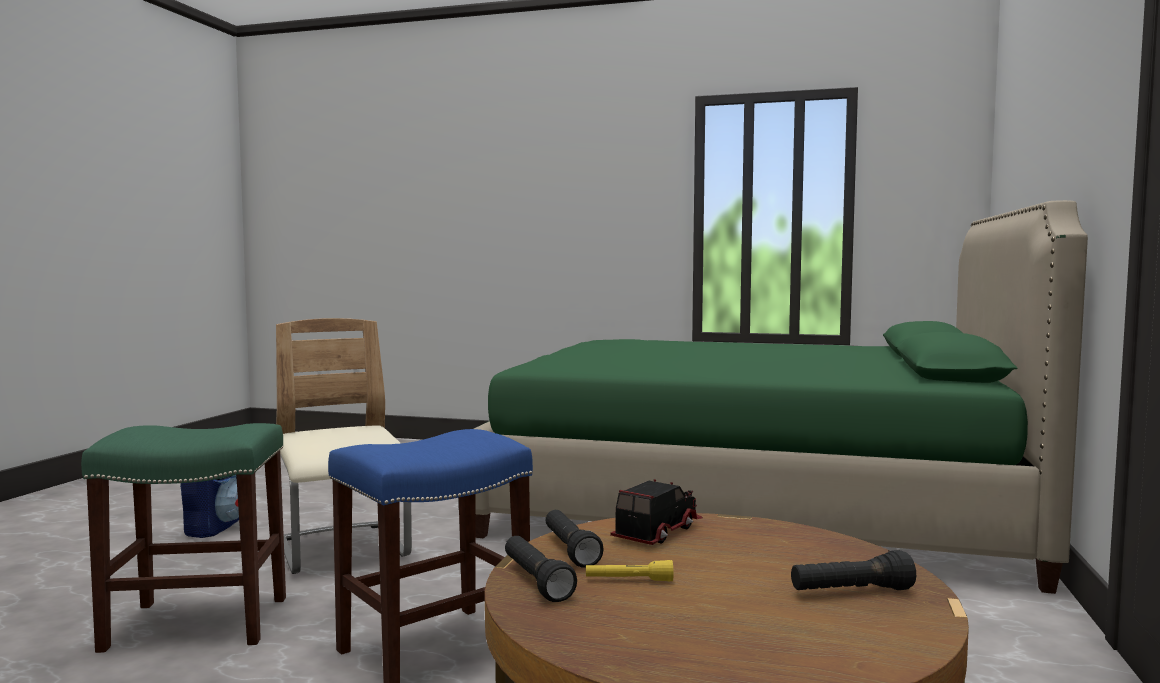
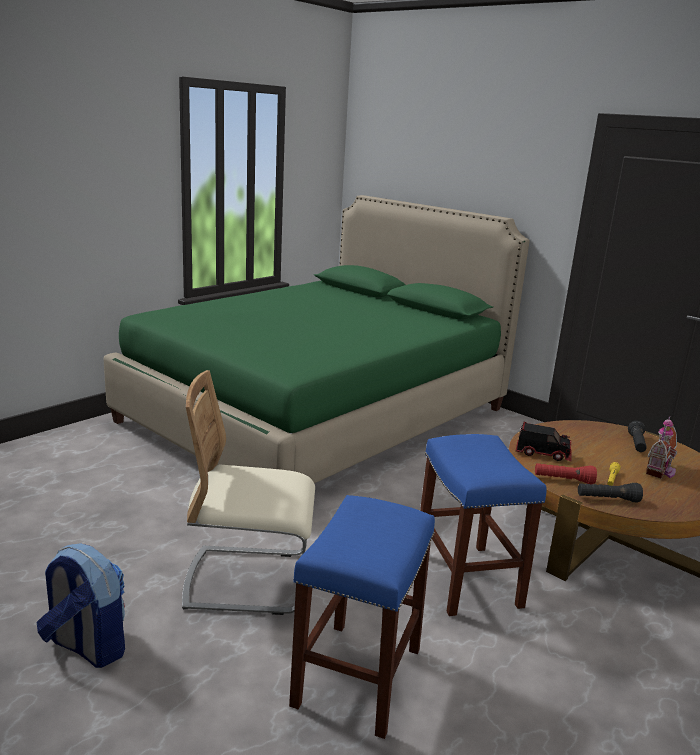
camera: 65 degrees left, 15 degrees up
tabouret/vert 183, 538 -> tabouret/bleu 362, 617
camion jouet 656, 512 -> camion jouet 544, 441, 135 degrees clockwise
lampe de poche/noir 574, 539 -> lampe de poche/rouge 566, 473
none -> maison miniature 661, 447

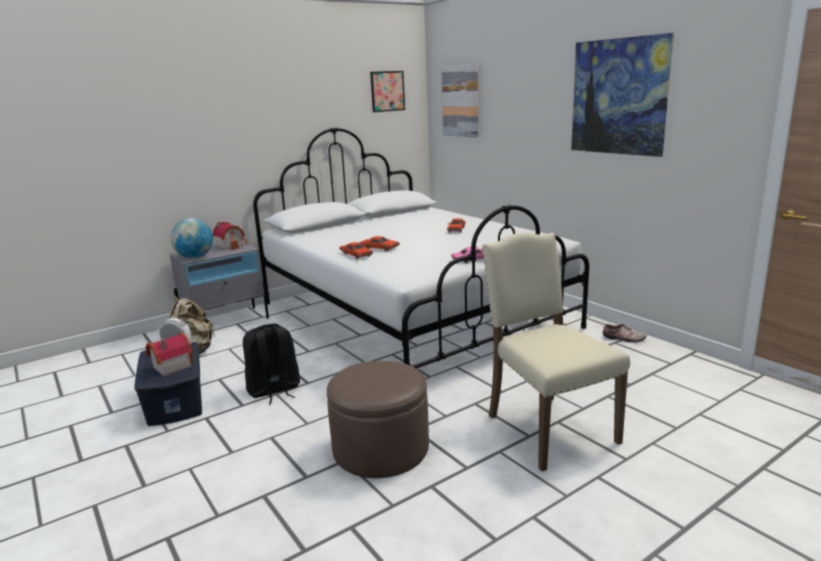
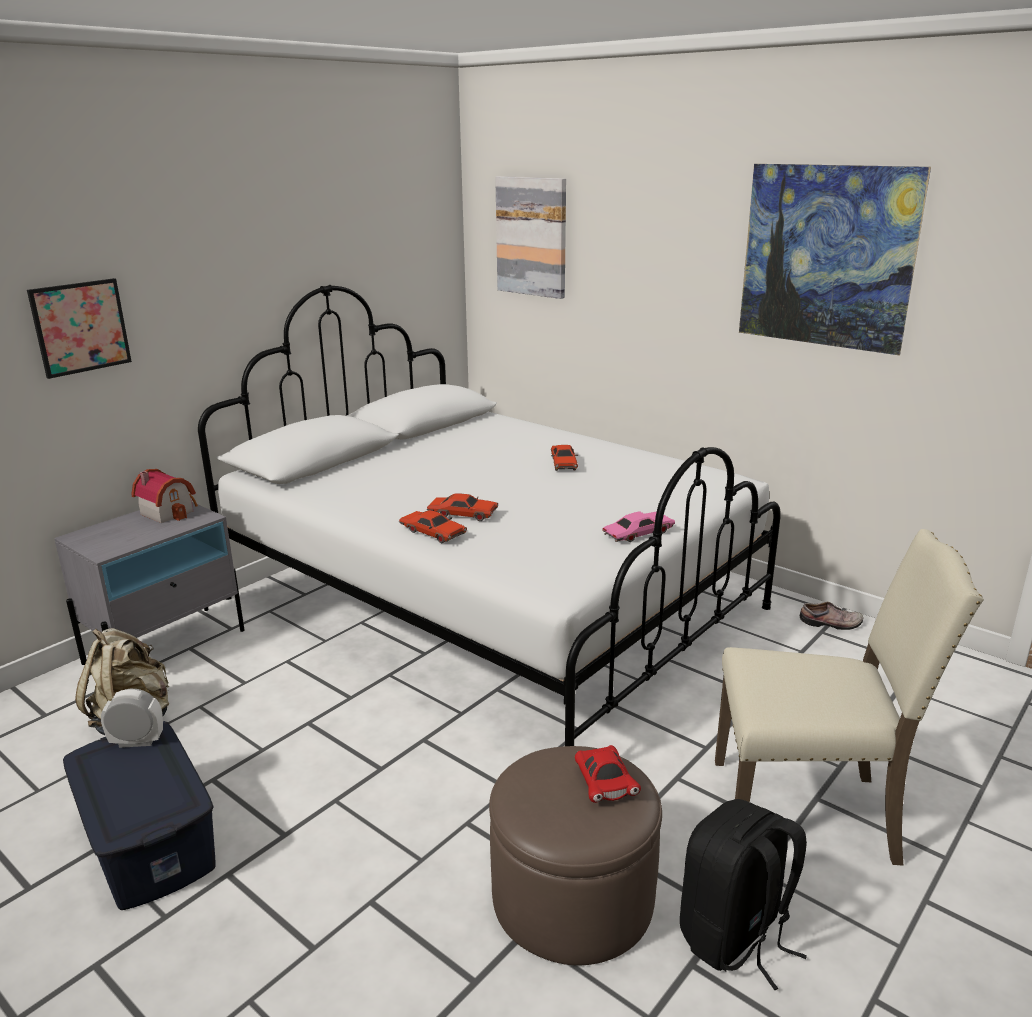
camera: 15 degrees left, 5 degrees up
tableau 387, 91 -> tableau 79, 328, relocated
globe 192, 238 -> none
chaise/beige 556, 351 -> chaise/beige 849, 697, 135 degrees clockwise
sac à dos/noir 271, 364 -> sac à dos/noir 743, 894, relocated
maison miniature 169, 354 -> none
none -> petite voiture/rouge 608, 774

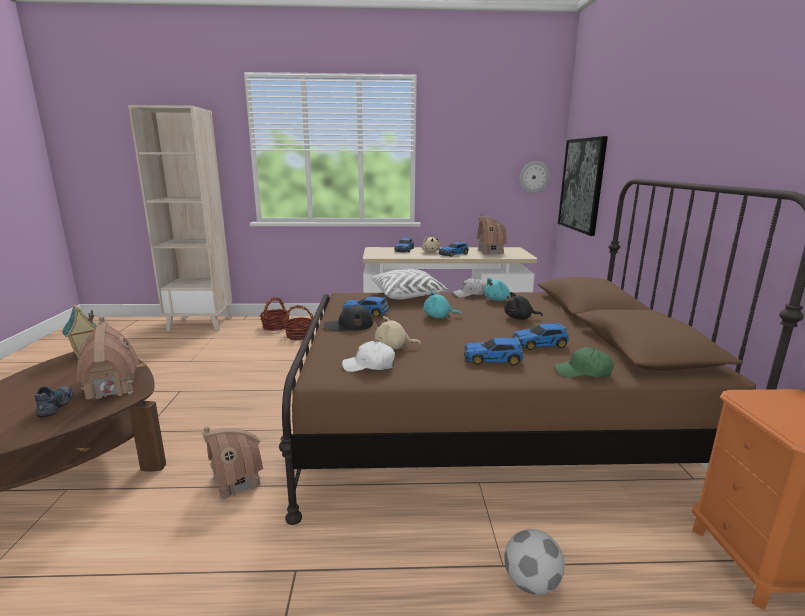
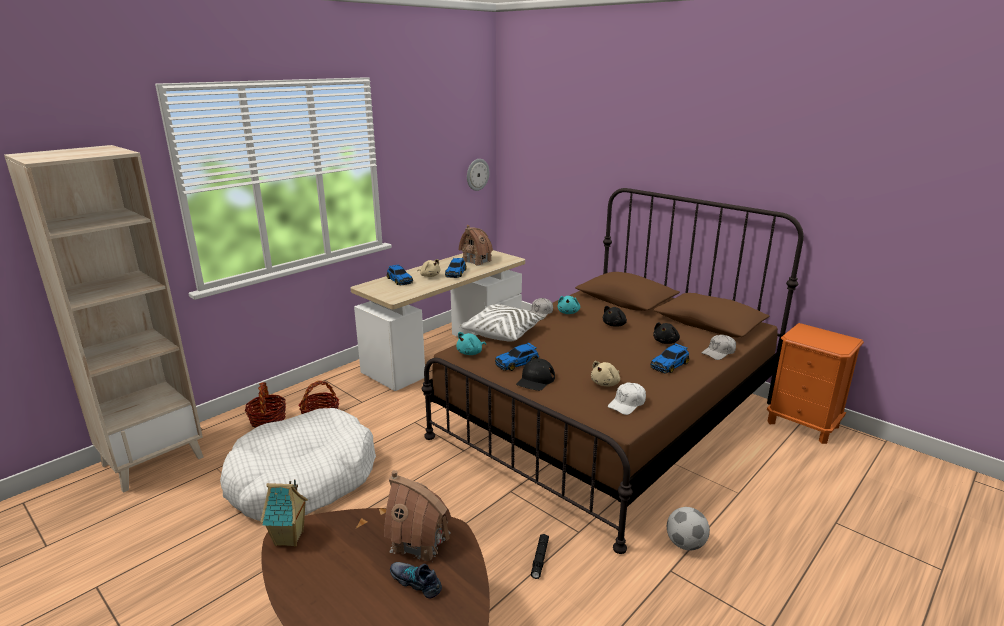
camera: 45 degrees left, 5 degrees up
tableau 583, 186 -> none
peluche/turquoise 442, 304 -> peluche/turquoise 471, 343, relocated
petite voiture 540, 336 -> peluche/noir 666, 333
casquette/vert 584, 362 -> casquette/blanc 719, 347
maison miniature 232, 463 -> lampe de poche/noir 540, 556
ballon de foot 534, 562 -> ballon de foot 688, 529, relocated
none -> panier pour chien/blanc 298, 464

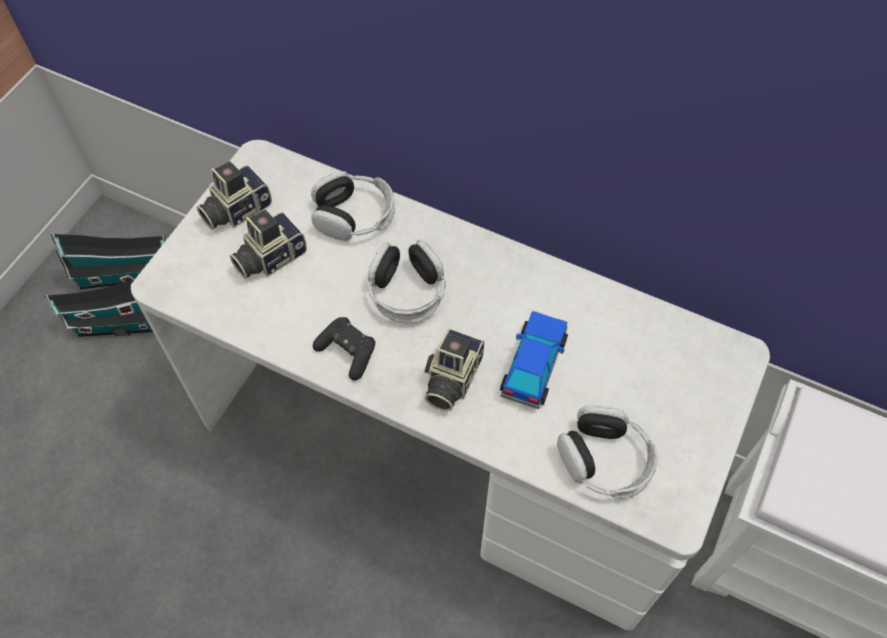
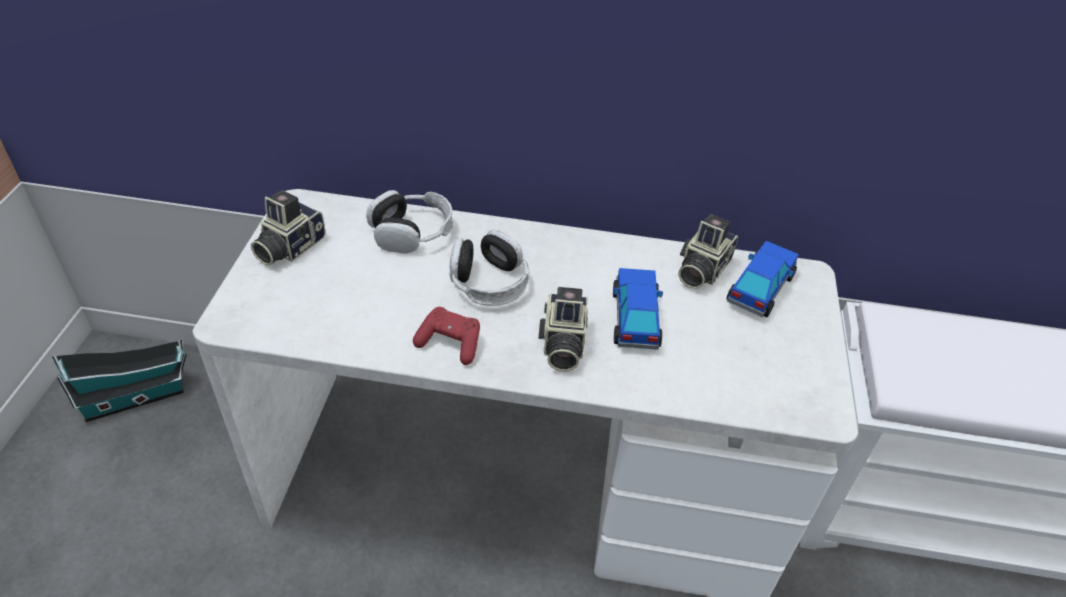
camera: 20 degrees left, 15 degrees down
appareil photo 268, 244 -> appareil photo 708, 251, relocated
maison miniature 98, 308 -> none
manette/noir 344, 349 -> manette/rouge 446, 336
casque audio 607, 452 -> none
none -> petite voiture 763, 279

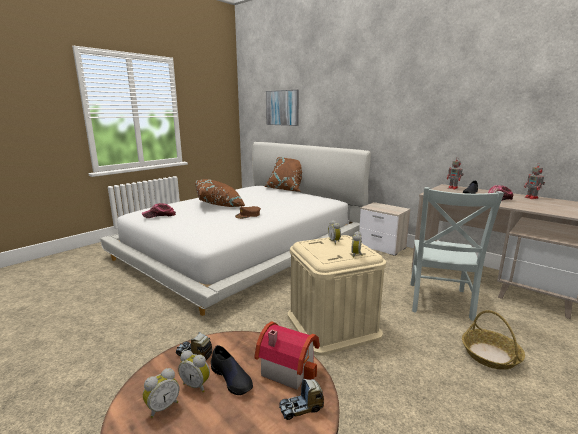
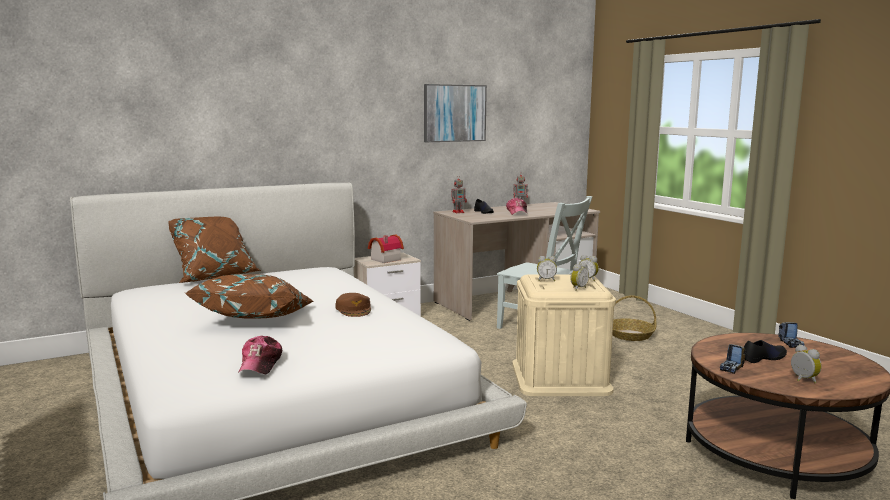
camera: 70 degrees left, 5 degrees down
tableau 282, 108 -> tableau 455, 113, relocated
maison miniature 287, 355 -> maison miniature 386, 248, relocated
réveil 194, 371 -> réveil 579, 276, relocated

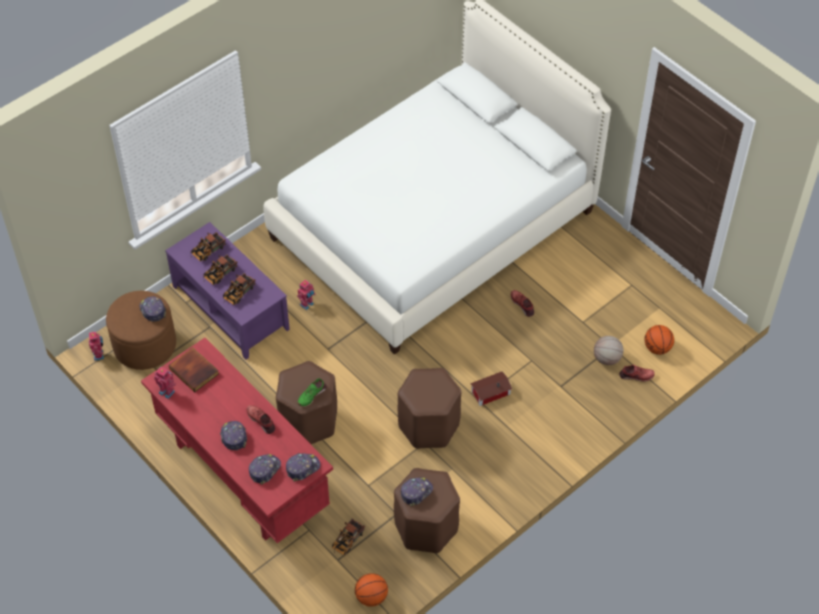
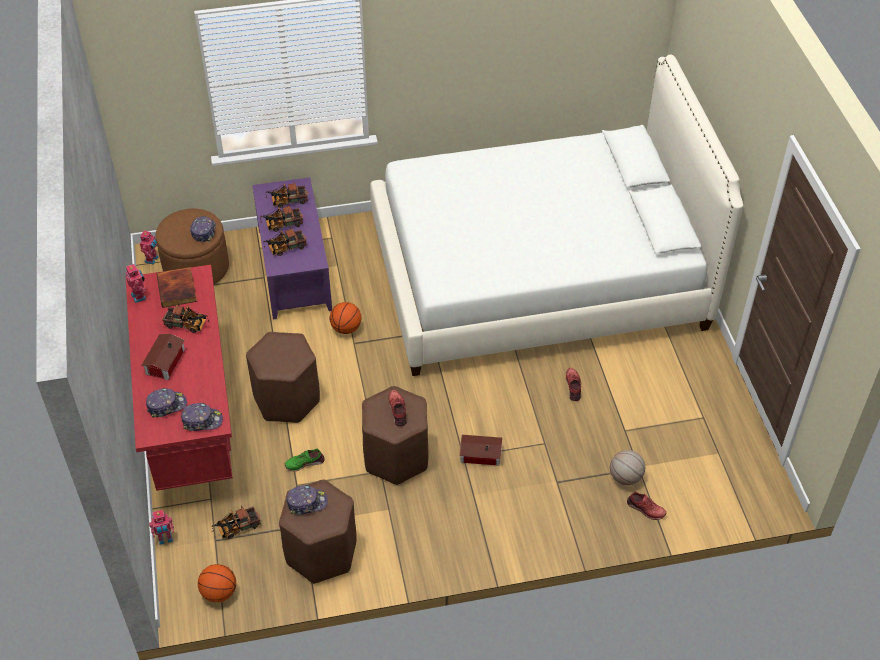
camera: 30 degrees right, 5 degrees down
robot jouet 306, 295 -> robot jouet 161, 527, relocated
ballon de basket 659, 340 -> ballon de basket 346, 318, relocated
chaussure/vert 311, 393 -> chaussure/vert 305, 460, relocated
chaussure/rouge 261, 419 -> chaussure/rouge 398, 408, relocated
casquette 233, 436 -> maison miniature 163, 357
none -> camion jouet 185, 318

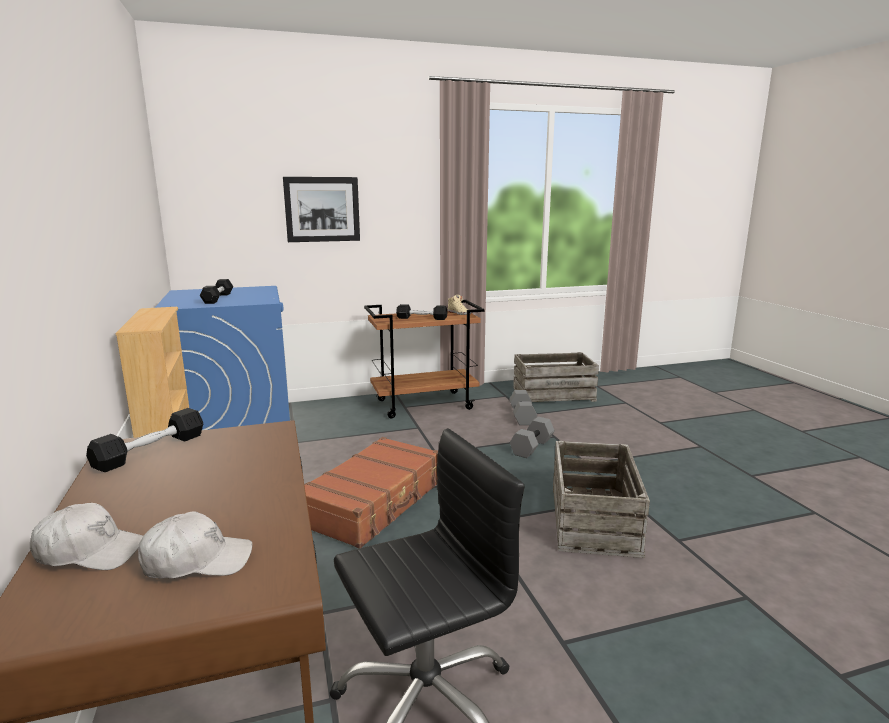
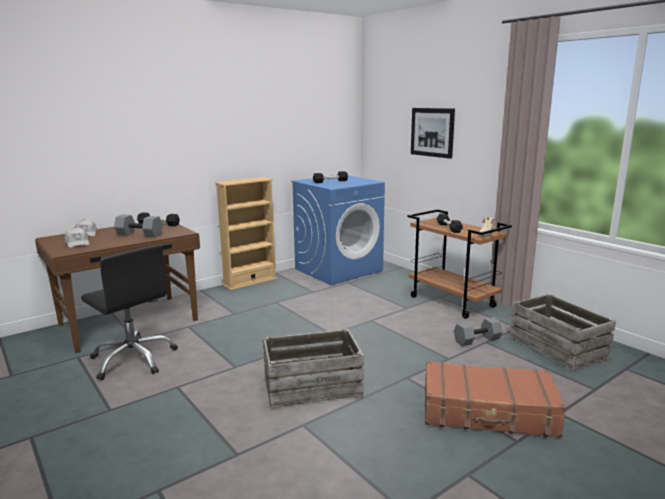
camera: 70 degrees right, 0 degrees up
haltère/gris 532, 437 -> haltère/gris 138, 226, relocated
valise/marron 371, 492 -> valise/marron 495, 399, relocated

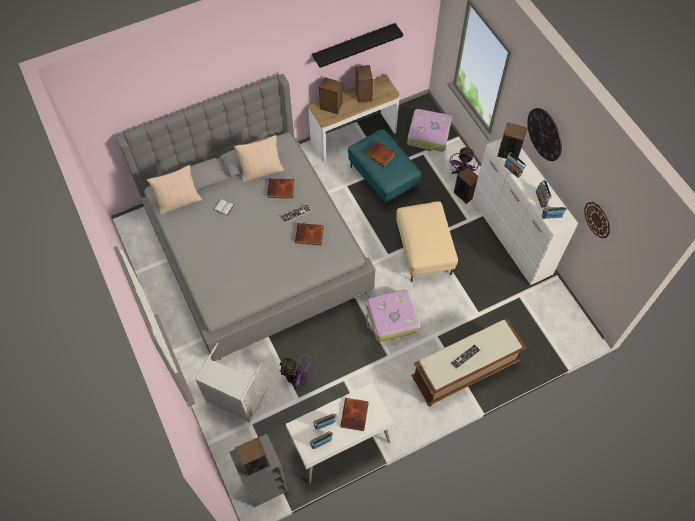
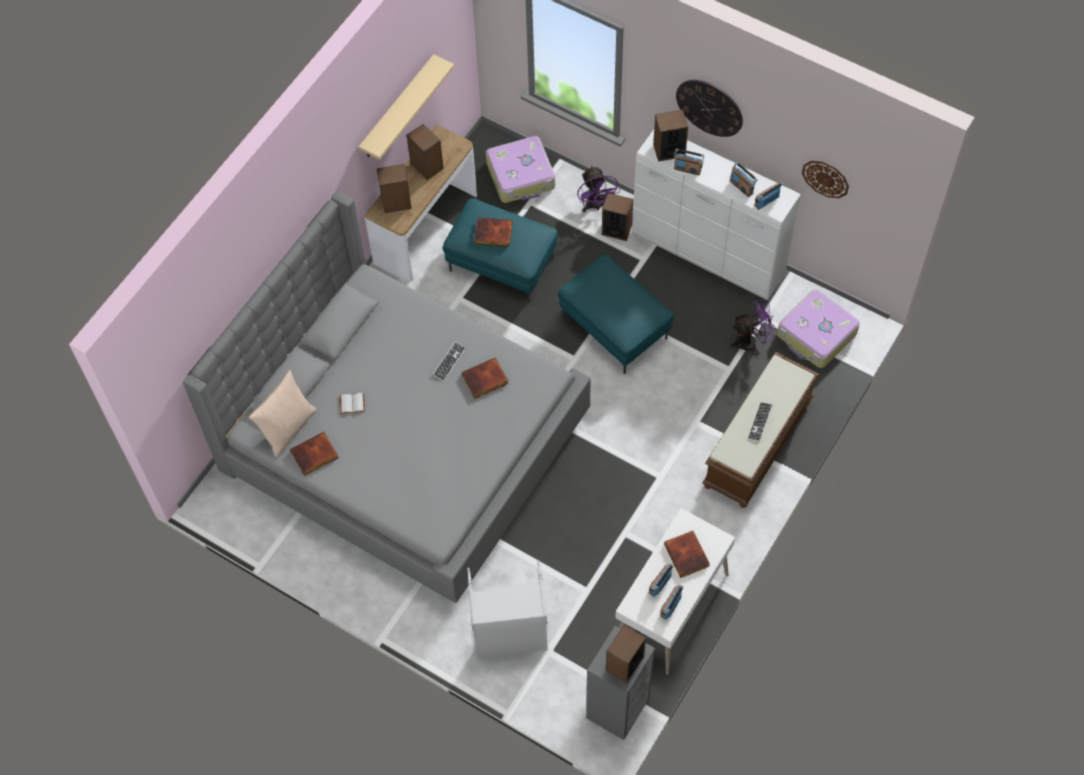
camera: 30 degrees left, 0 degrees up
étagère/noir 357, 45 -> étagère/beige 406, 107
coussin/beige 259, 158 -> none
livre 280, 188 -> livre 314, 454, relocated
pouf/beige 427, 241 -> pouf/turquoise 616, 314
valise 392, 315 -> valise 818, 329, relocated
ventilateur/violet 296, 372 -> ventilateur/violet 752, 326, relocated

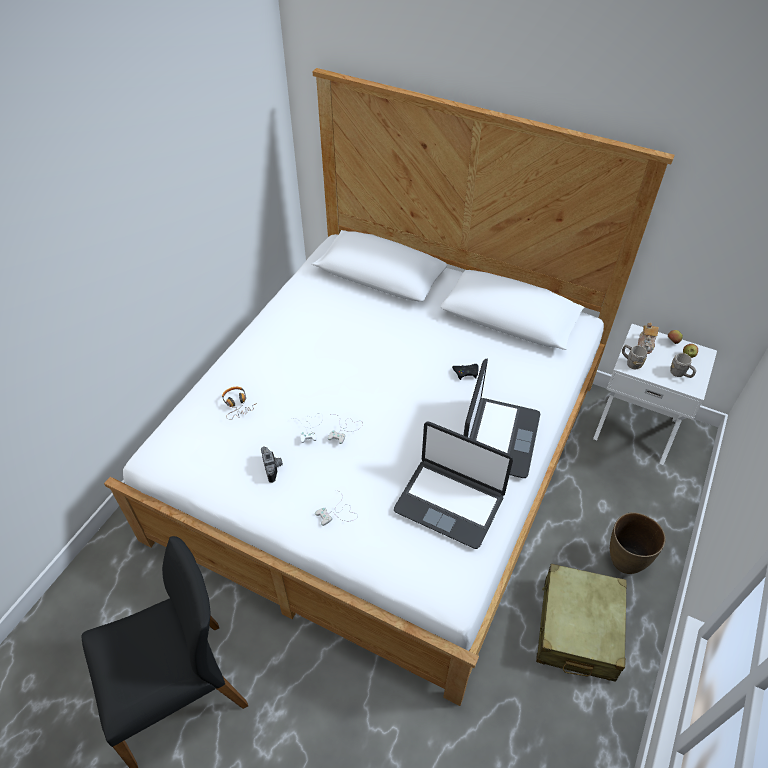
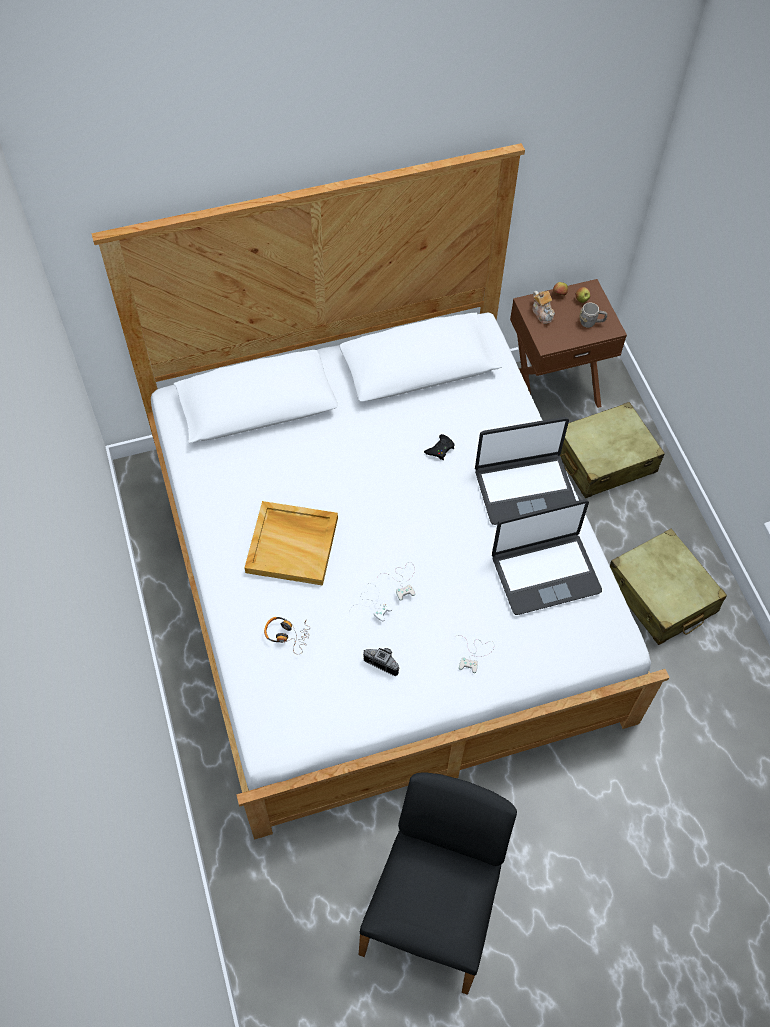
camera: 45 degrees left, 10 degrees up
table de chevet/blanc 655, 394 -> table de chevet/marron 568, 343
mug/gris 634, 357 -> none
ordinateur portable 502, 418 -> ordinateur portable 525, 471, 105 degrees clockwise
vase/marron 638, 543 -> none
none -> valise/beige 612, 450
none -> plateau/beige 291, 543

